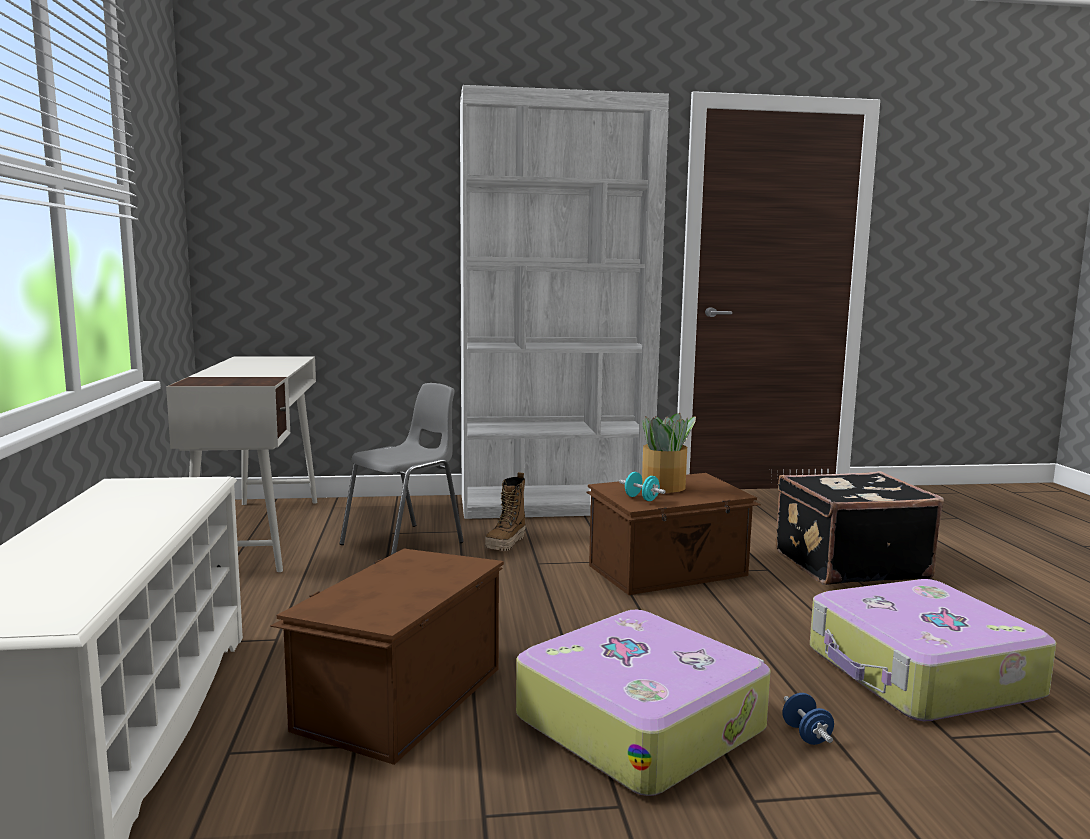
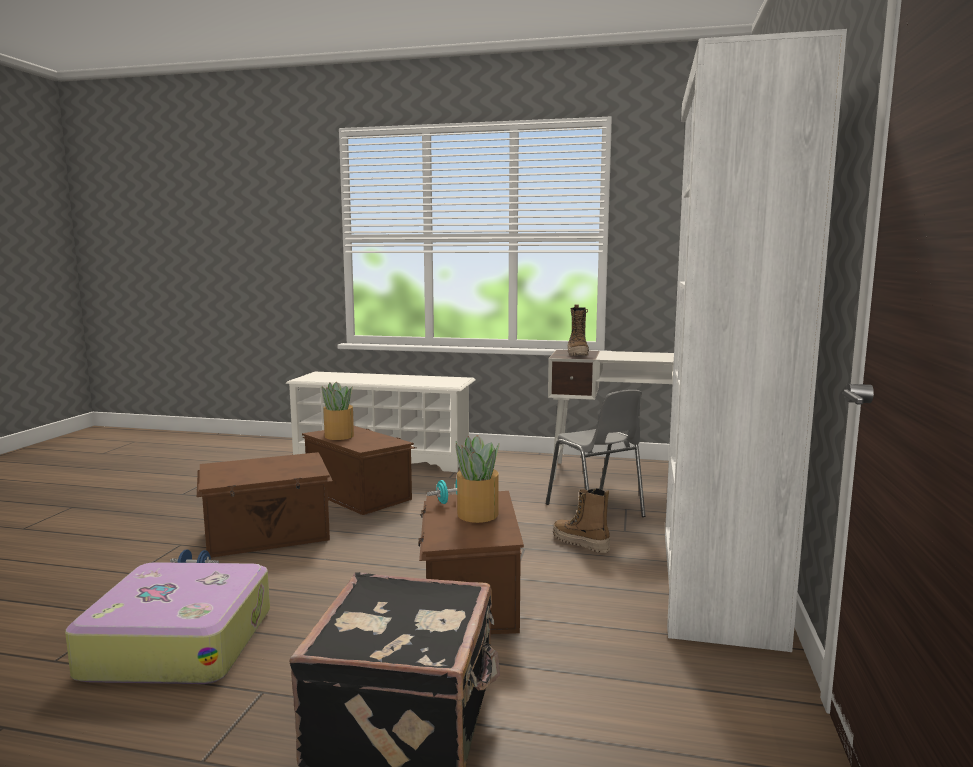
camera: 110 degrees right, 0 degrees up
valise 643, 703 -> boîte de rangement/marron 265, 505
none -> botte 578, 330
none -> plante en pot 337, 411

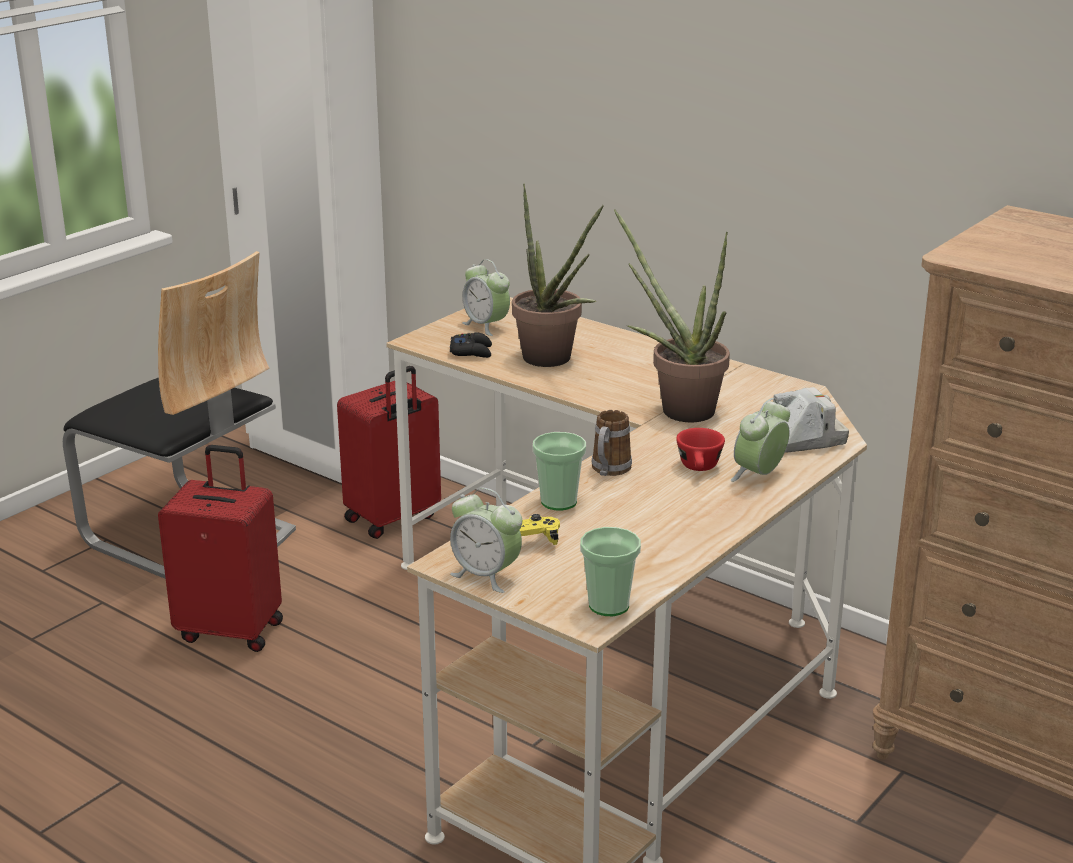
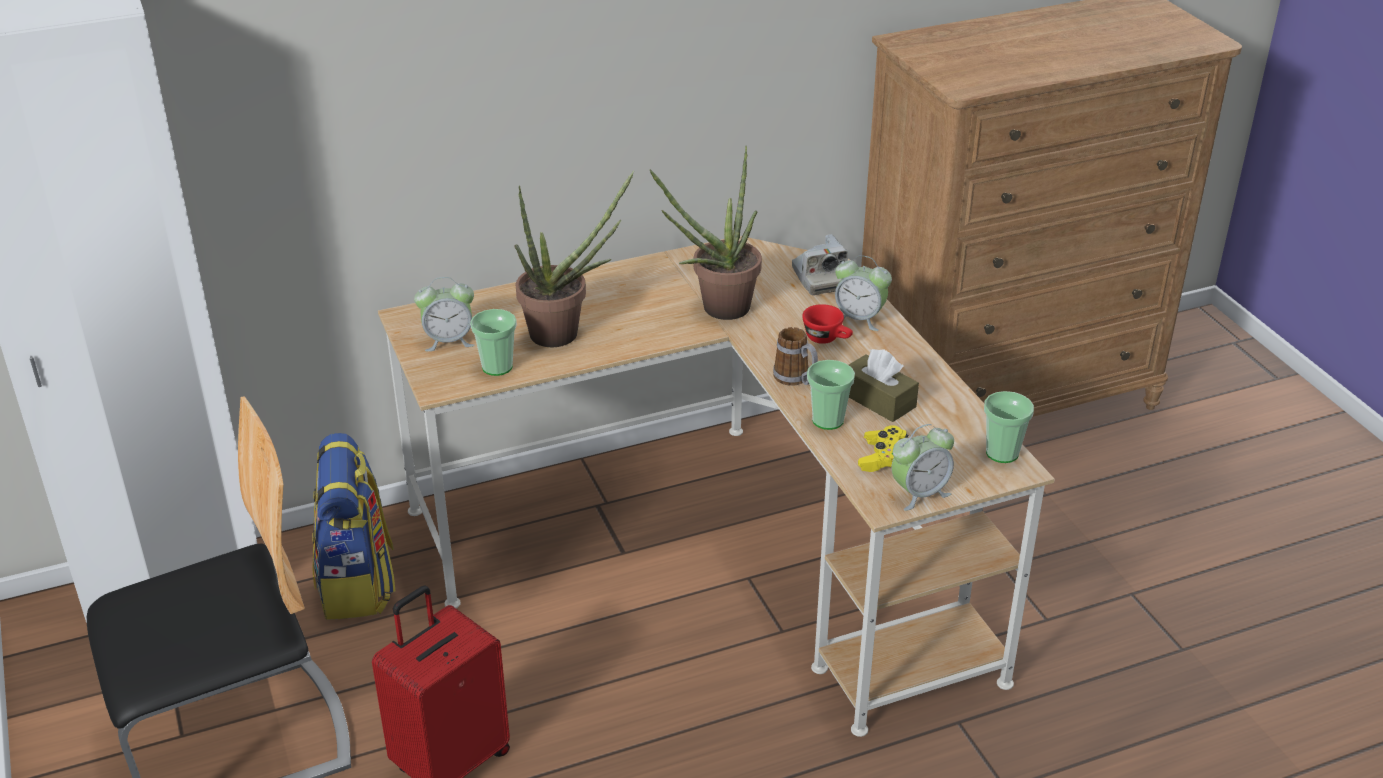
camera: 60 degrees left, 10 degrees up
manette/noir 471, 345 -> tasse 493, 342
valise/rouge 389, 452 -> sac à dos 353, 526
appareil photo 811, 420 -> appareil photo 820, 264, 150 degrees clockwise
réveil 760, 440 -> réveil 863, 293, 45 degrees counterclockwise
none -> boîte à mouchoirs/marron 884, 385

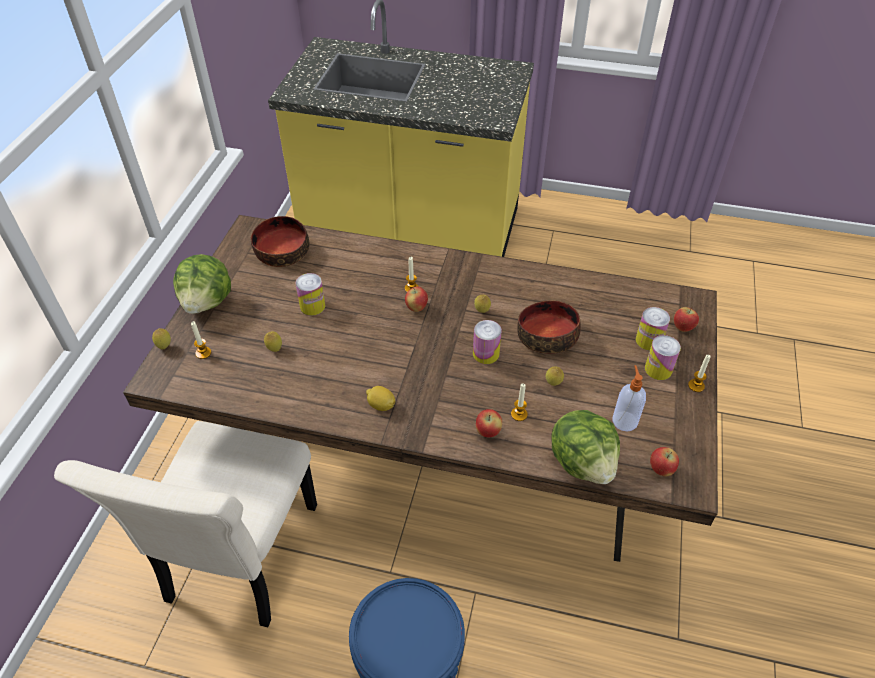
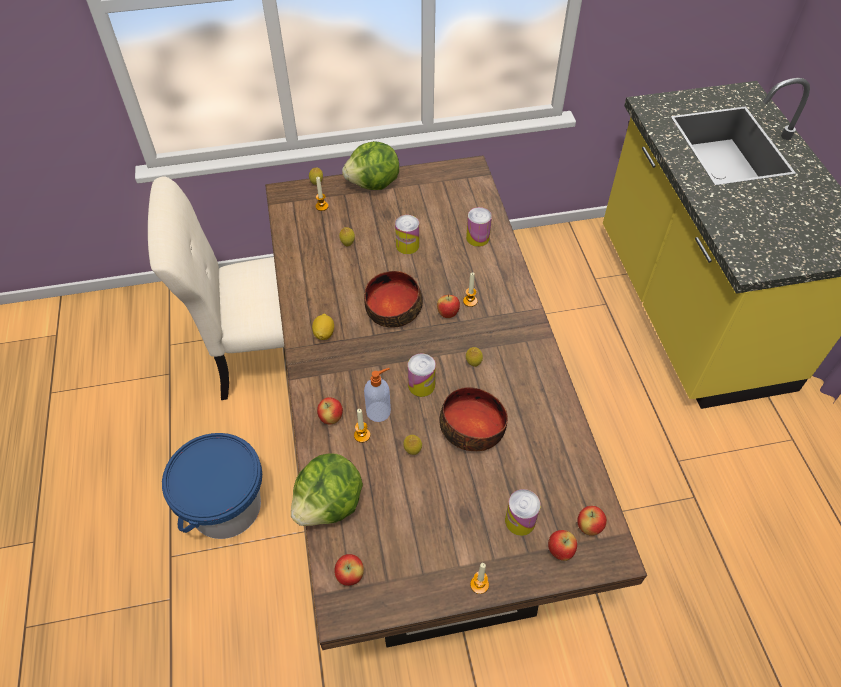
camera: 65 degrees right, 5 degrees up
bol 280, 241 -> bol 393, 299, relocated
boîte métallique 663, 357 -> boîte métallique 479, 227, relocated
distributeur de savon 629, 398 -> distributeur de savon 377, 395, relocated
none -> pomme 592, 521

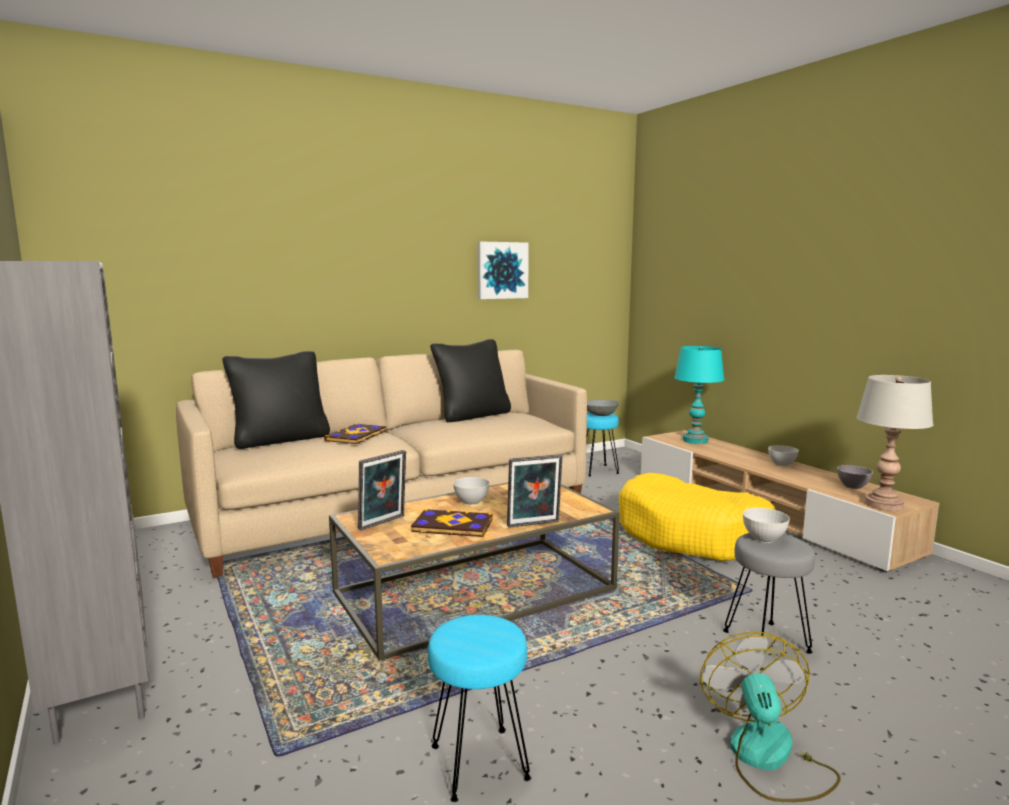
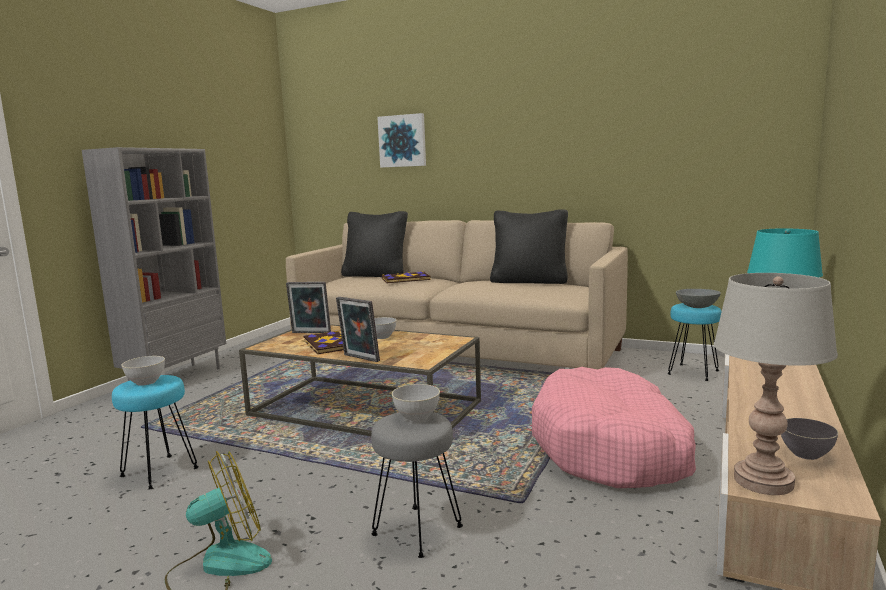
camera: 55 degrees right, 0 degrees up
tableau 503, 270 -> tableau 401, 140, relocated
bol/gris 783, 455 -> bol/gris 143, 371, relocated
panier pour chien/jaune 697, 517 -> panier pour chien/rose 614, 427

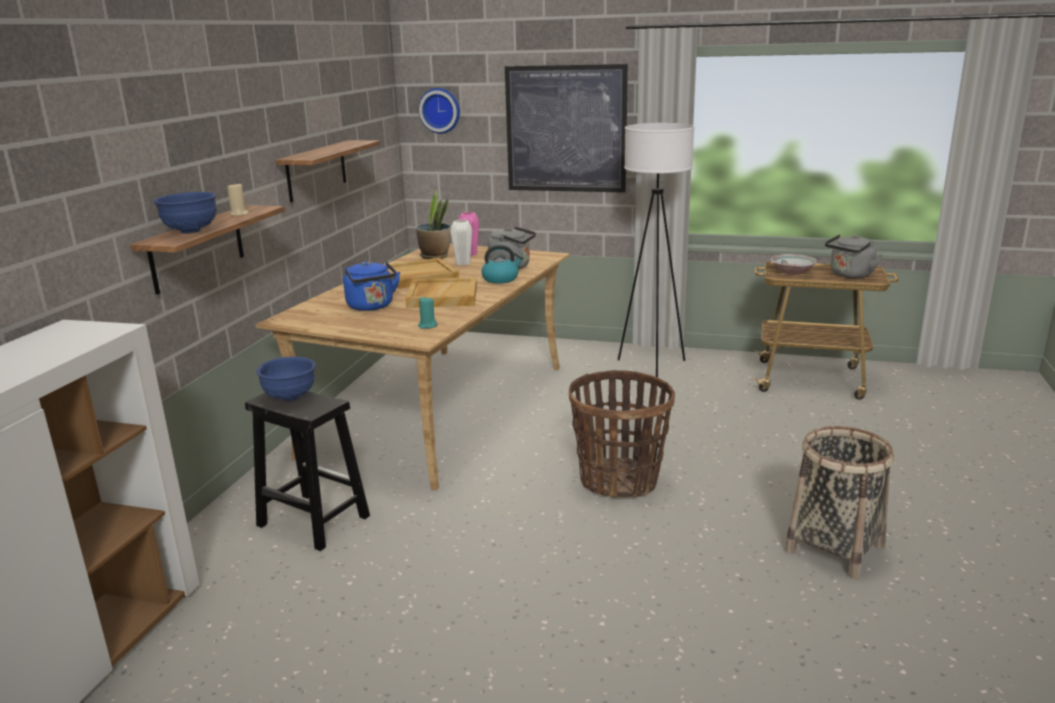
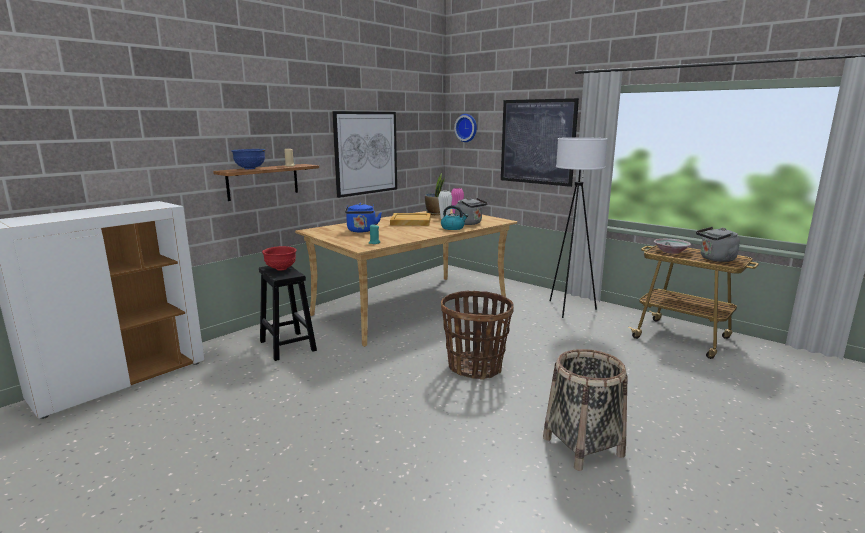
camera: 25 degrees right, 5 degrees down
étagère 327, 171 -> tableau 364, 154
plateau/beige 441, 292 -> none
bol/bleu 286, 379 -> bol/rouge 279, 258

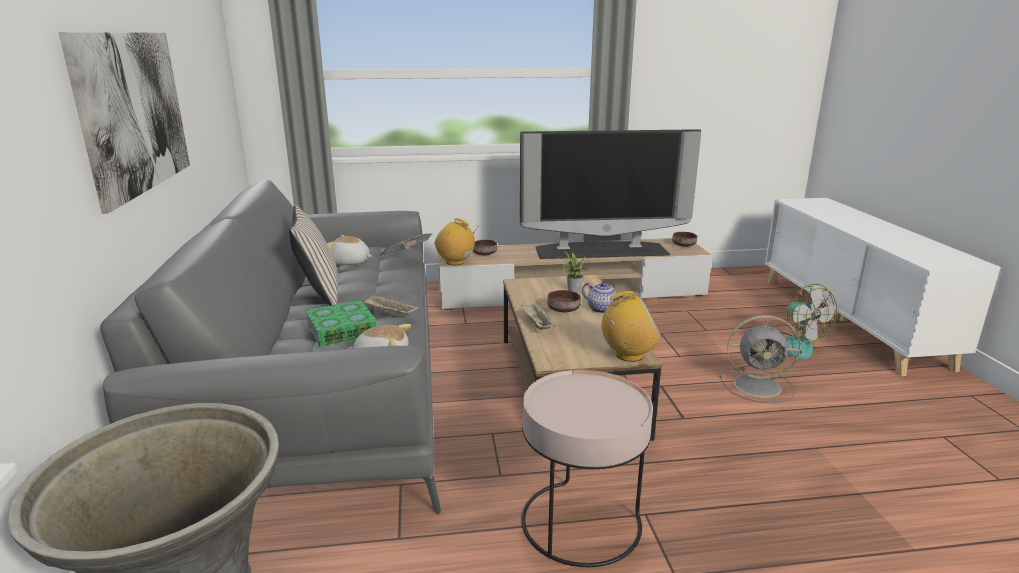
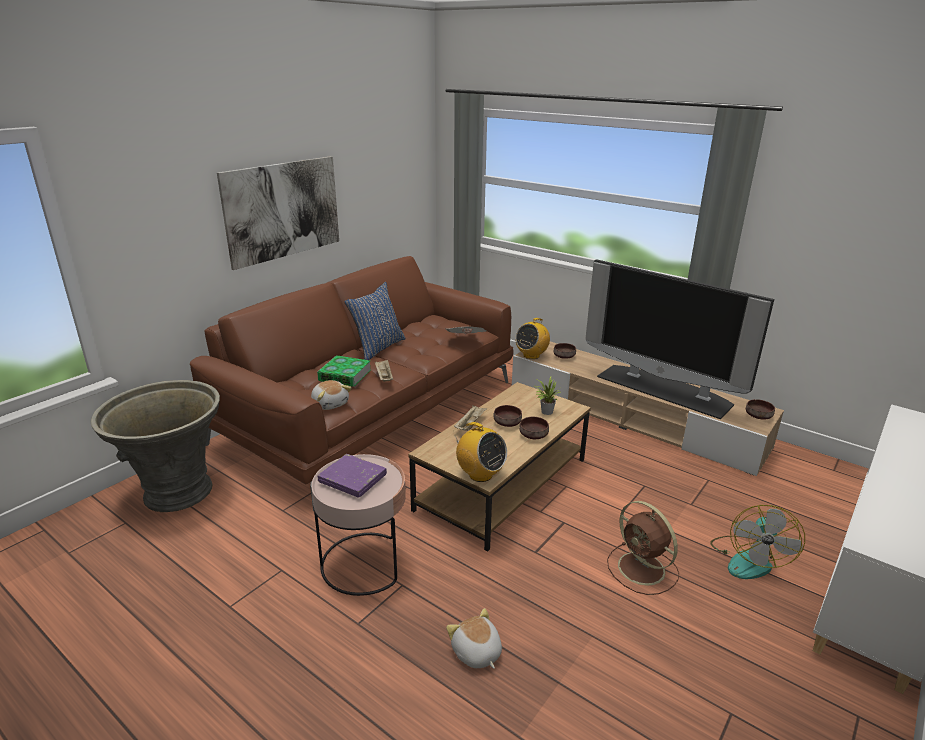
camera: 45 degrees right, 5 degrees up
canapé/gris 270, 347 -> canapé/marron 351, 383
coussin/beige 313, 255 -> coussin/bleu 375, 321
radio 457, 241 -> radio 533, 338, 120 degrees counterclockwise
peluche 349, 250 -> peluche 474, 638, relocated
théière 603, 297 -> bol/marron 534, 428
ventilateur/gris 760, 359 -> ventilateur/marron 643, 548
none -> livre/violet 352, 476

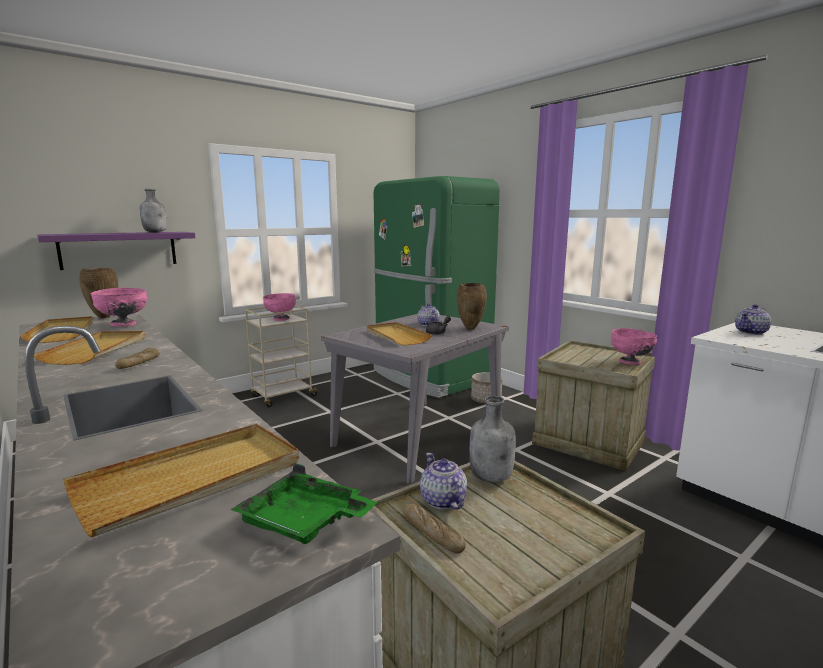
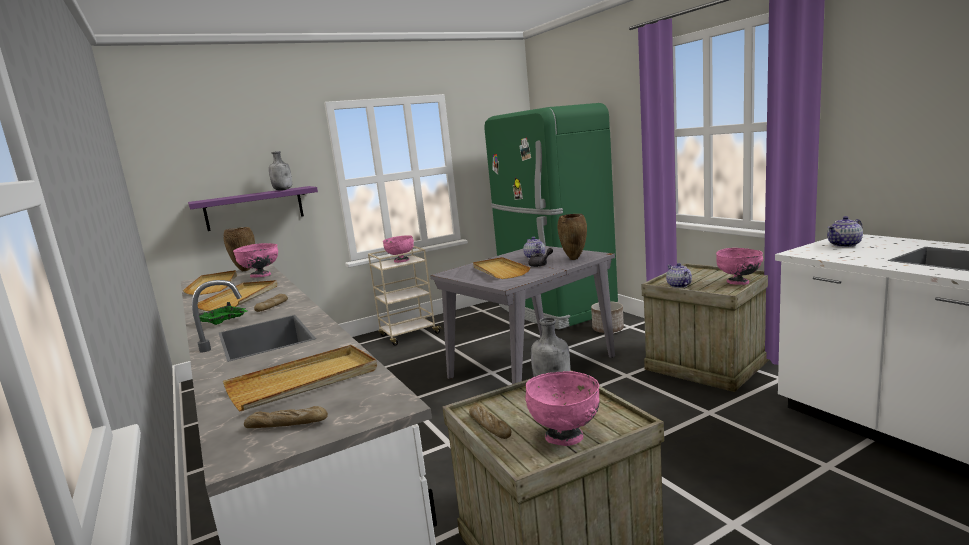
camera: 10 degrees right, 0 degrees up
théière 443, 481 -> théière 679, 275, relocated
plateau/vert 303, 503 -> plateau/vert 219, 313, relocated
none -> bol/rose 562, 408
none -> pain 286, 417

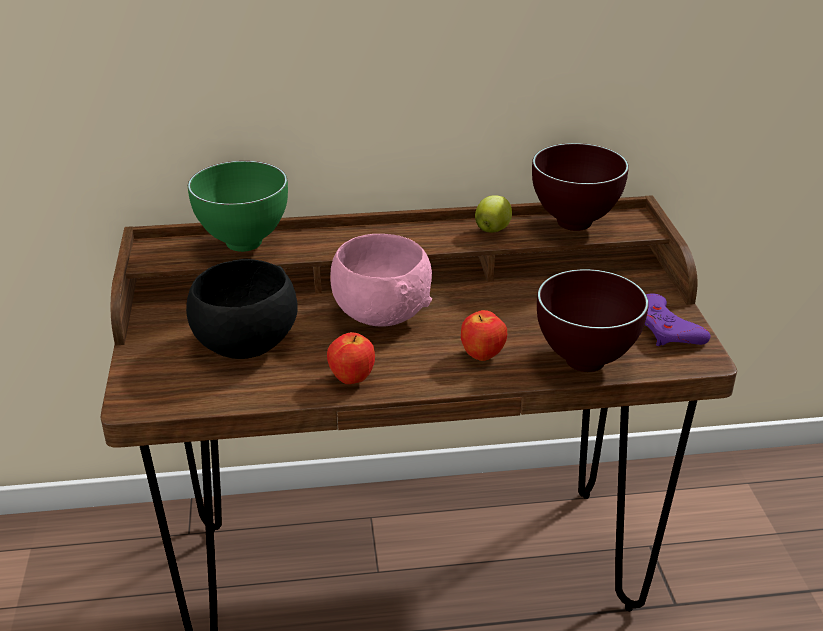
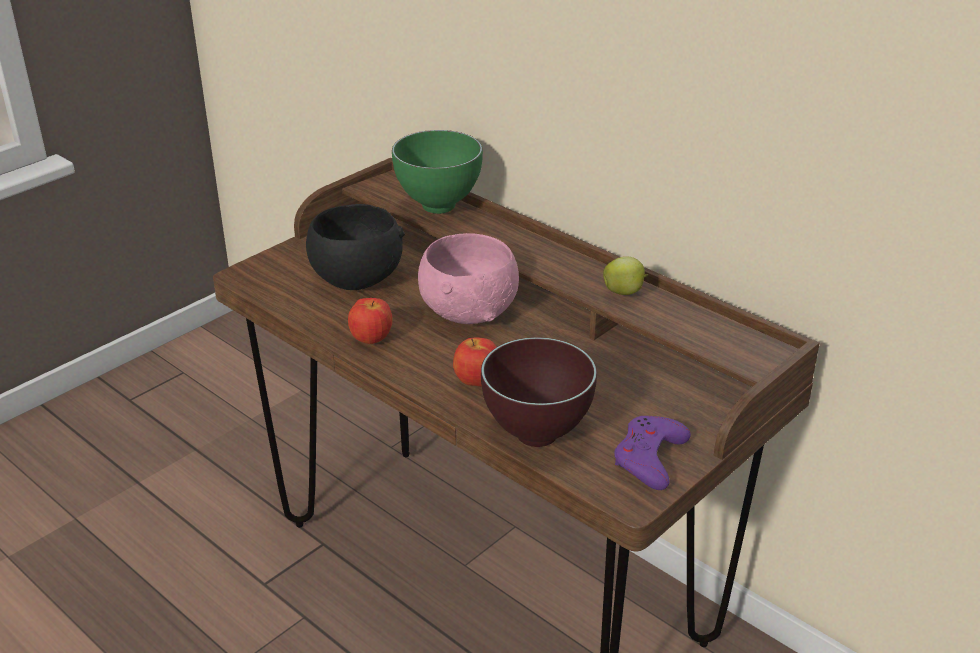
camera: 50 degrees right, 0 degrees up
bol/marron 580, 187 -> none

